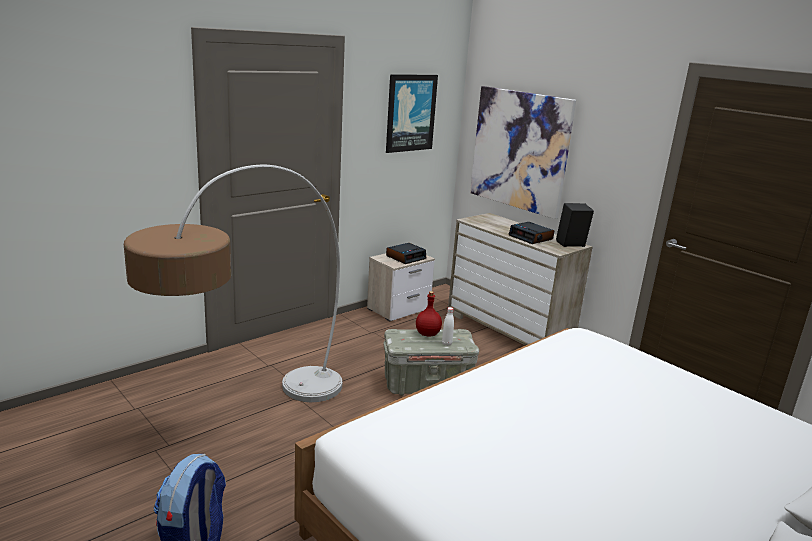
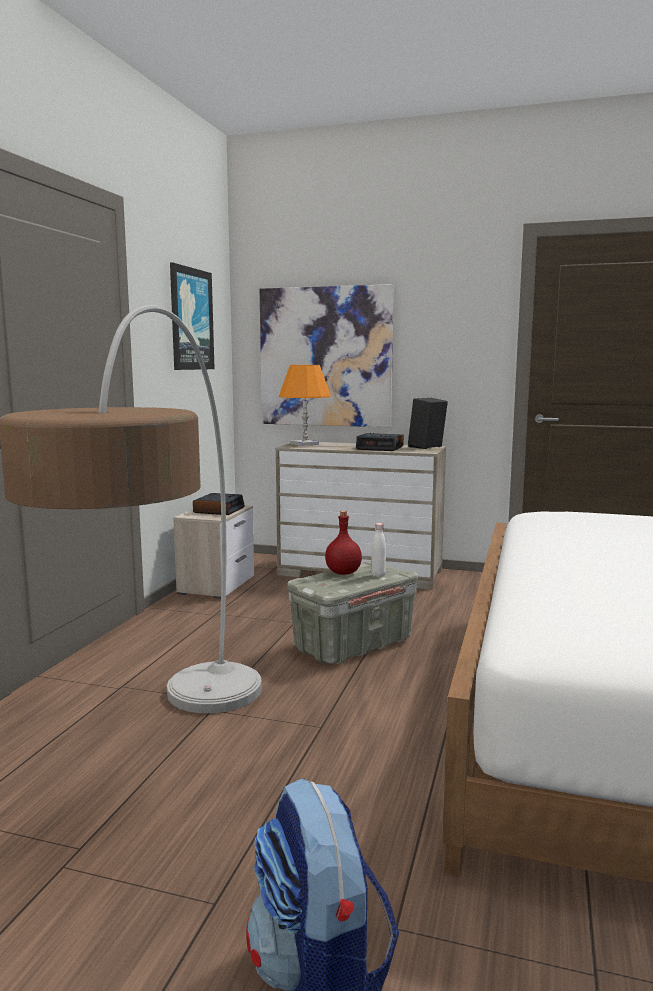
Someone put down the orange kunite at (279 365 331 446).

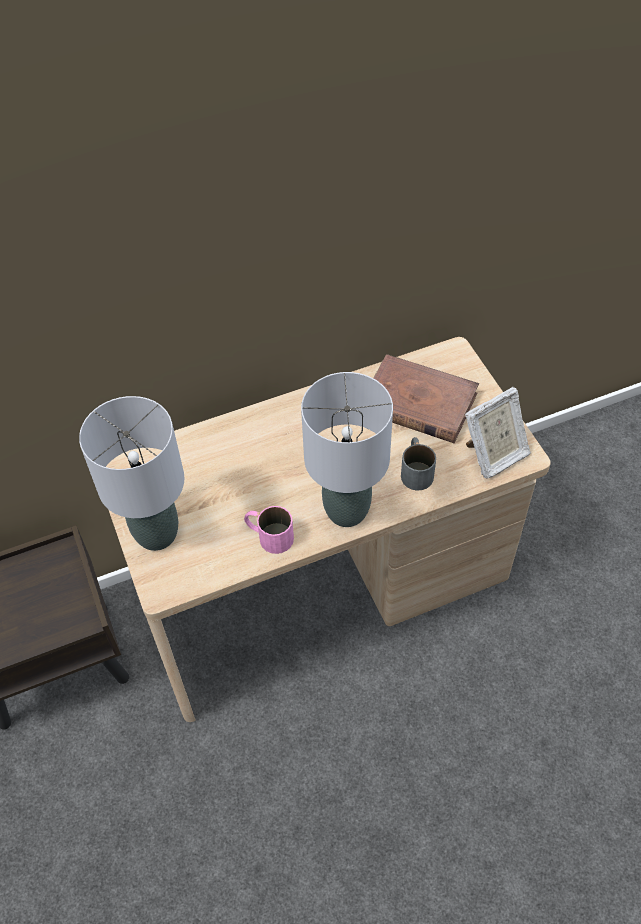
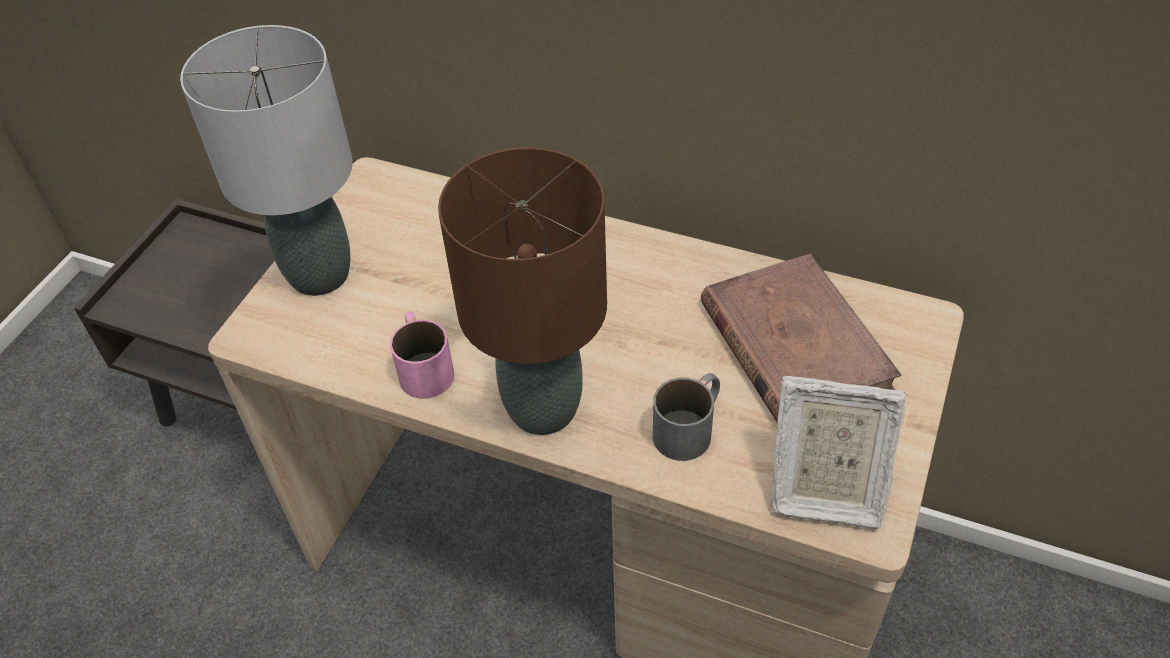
Someone repainted the grey kunite at (301 372 393 527), which became the brown kunite at (438 147 607 435).

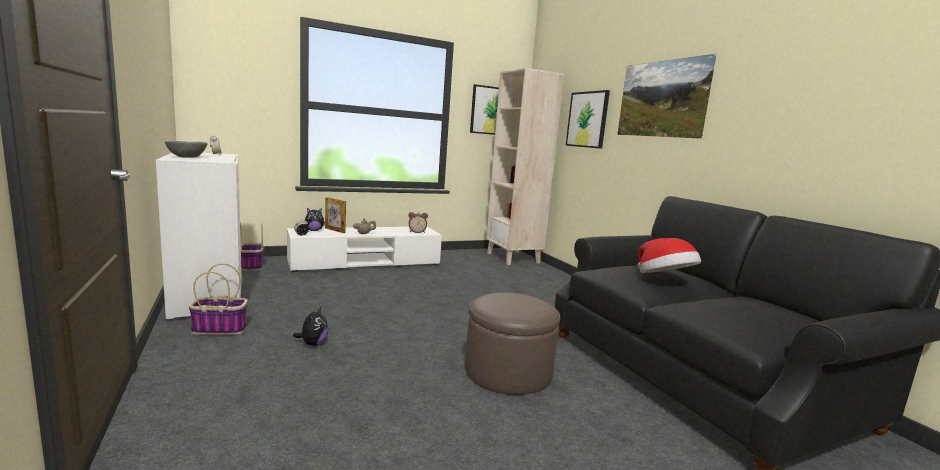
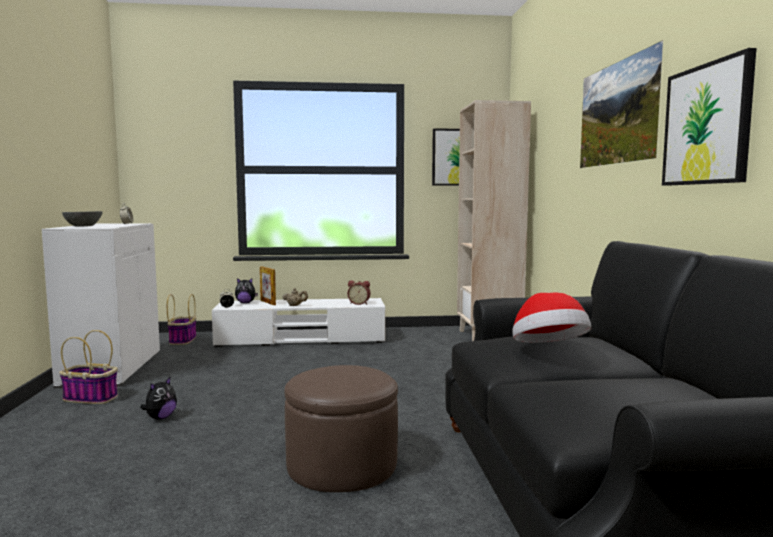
Someone carried the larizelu from (566 90 610 149) to (662 48 757 186).

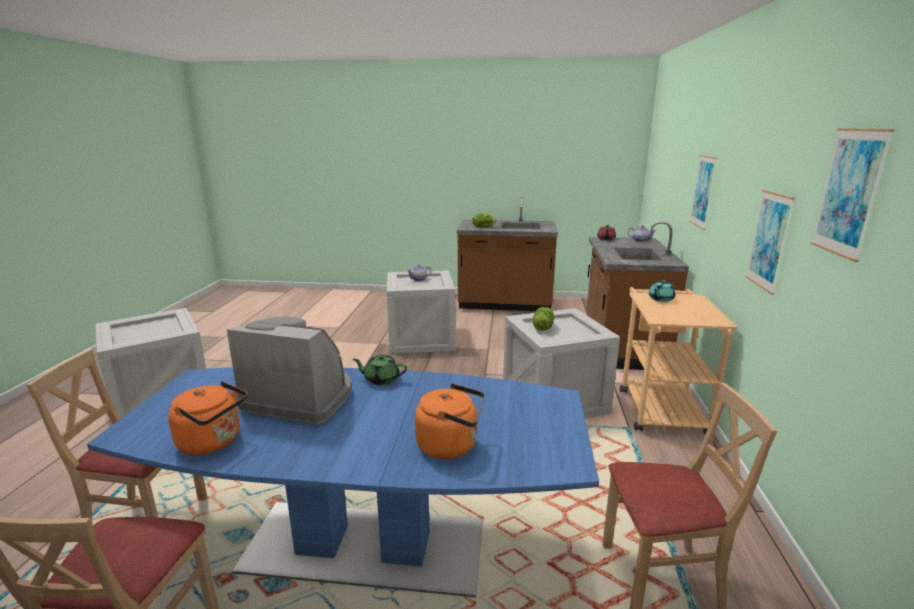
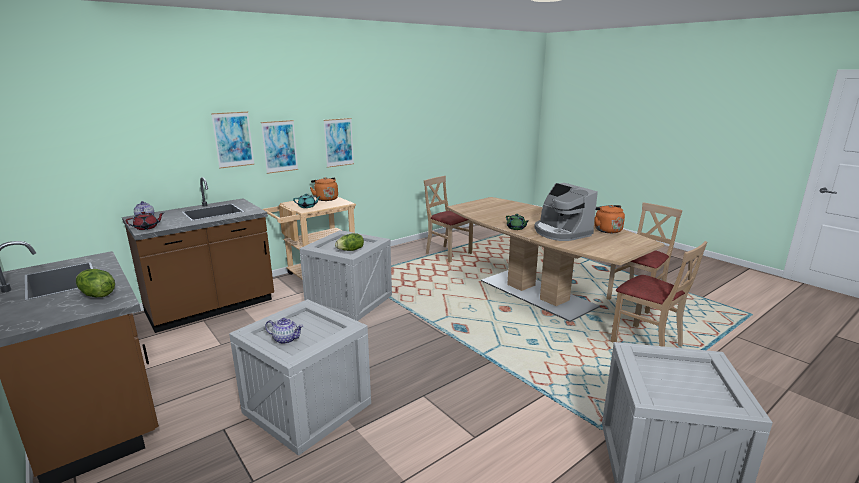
Someone repainted the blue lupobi at (87 367 599 597), which became the brown lupobi at (447 197 664 322). Someone carried the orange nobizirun from (415 383 485 459) to (310 177 338 201). Someone carried the larizelu from (810 128 894 262) to (261 120 298 174).

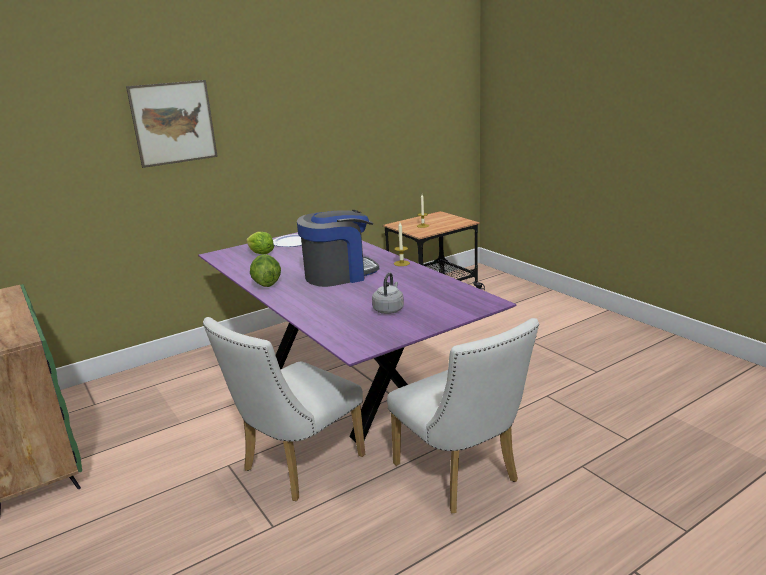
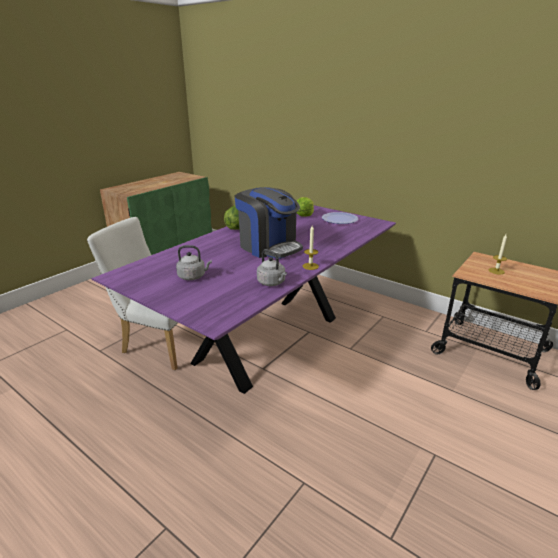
Someone took away the larizelu at (126 80 218 168). Someone took away the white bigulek at (387 318 539 513). Someone put down the grey nobizirun at (257 249 287 286).

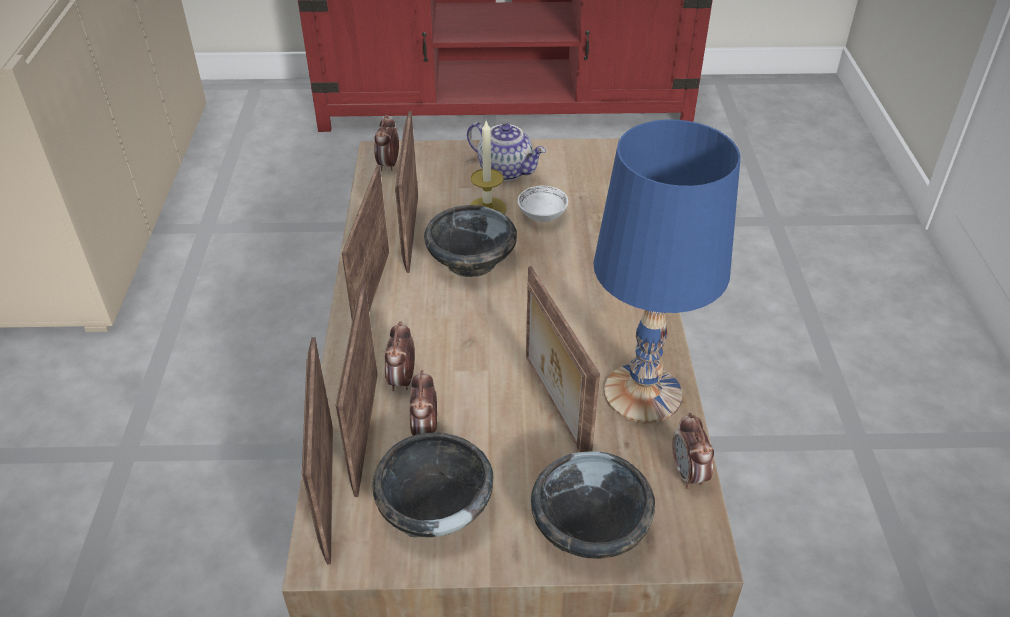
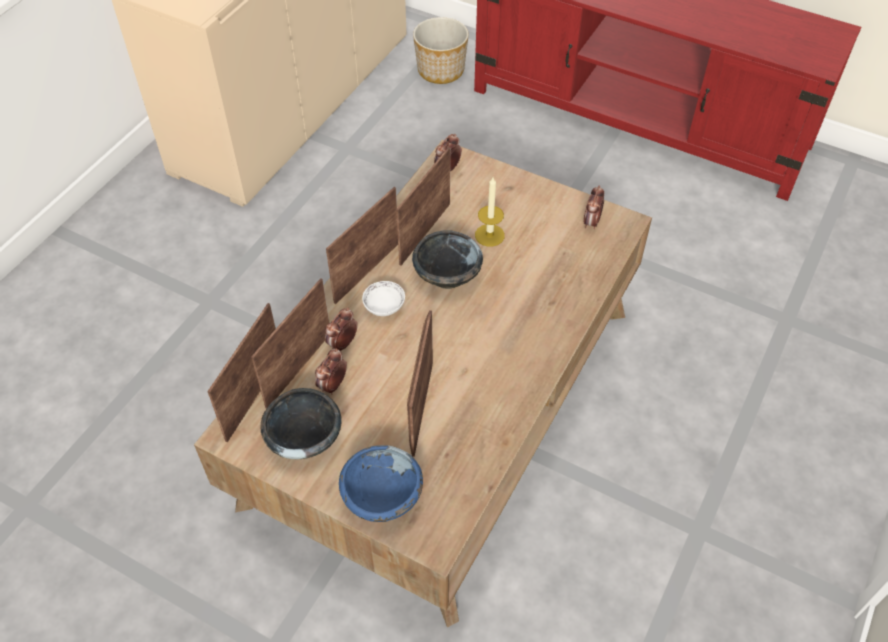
Someone took away the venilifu at (467 122 546 181). Someone carried the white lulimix from (518 186 568 222) to (362 281 405 316). Someone repainted the black lulimix at (531 451 655 559), which became the blue lulimix at (339 445 423 522). Someone took away the blue kunite at (593 120 741 423). Someone carried the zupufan from (672 413 714 489) to (583 185 604 229). Someone put down the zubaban at (413 17 469 84).

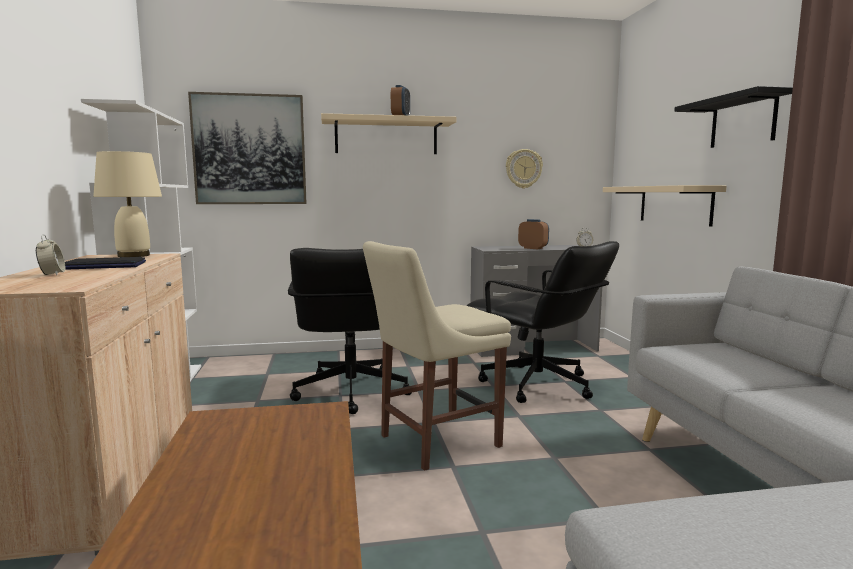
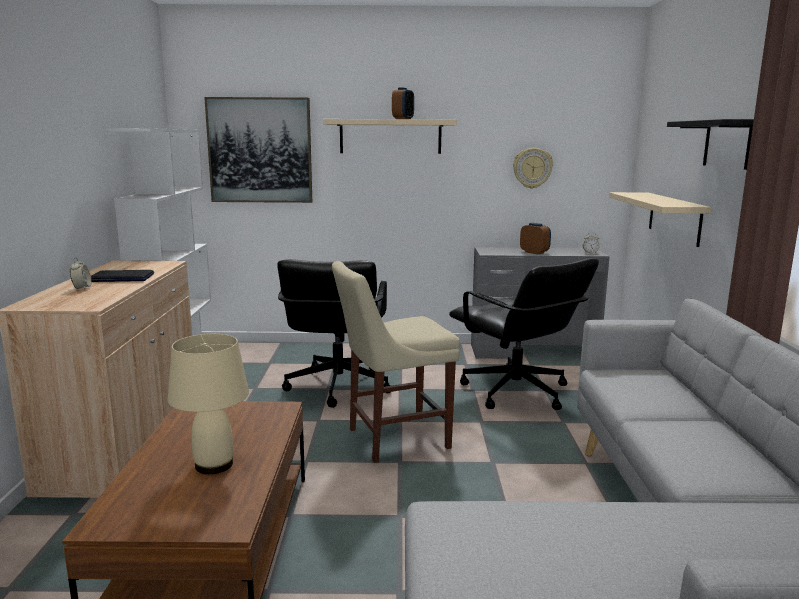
Someone carried the beige kunite from (93 151 162 257) to (168 334 249 474).

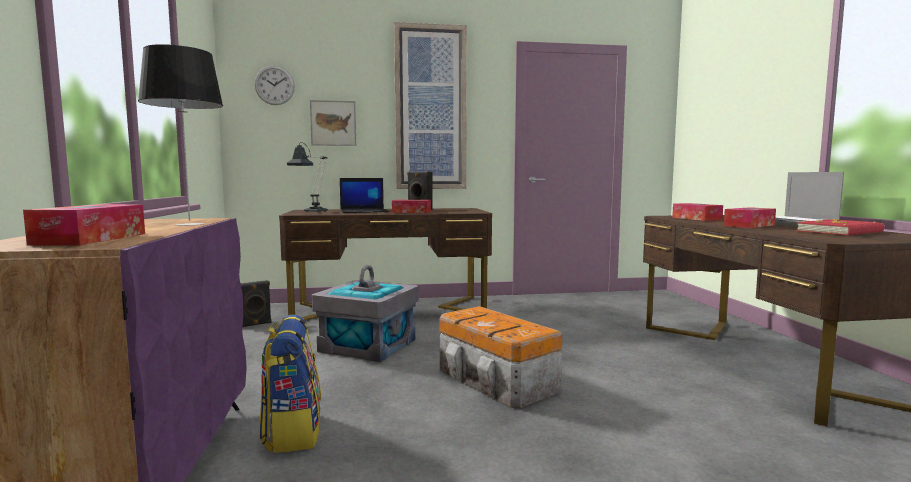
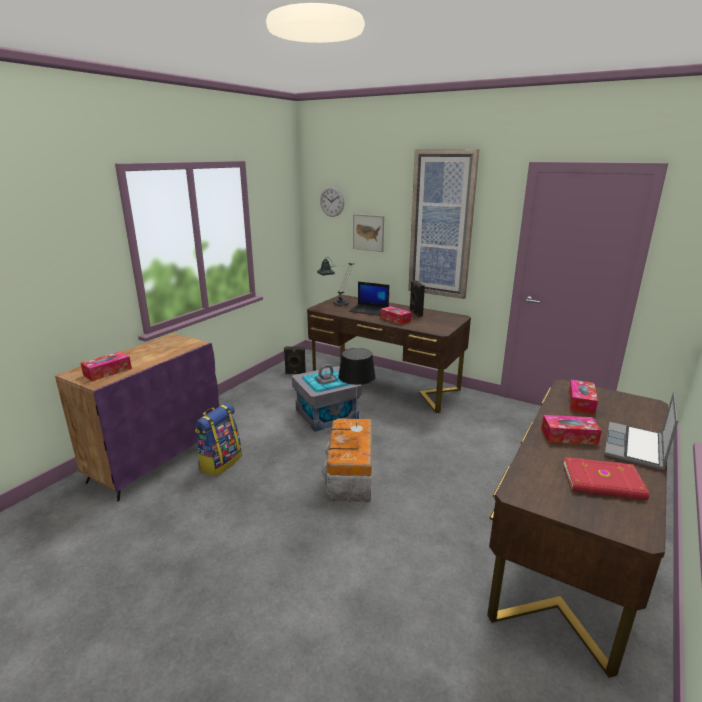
Someone carried the kunite from (138 44 223 226) to (338 348 376 432).

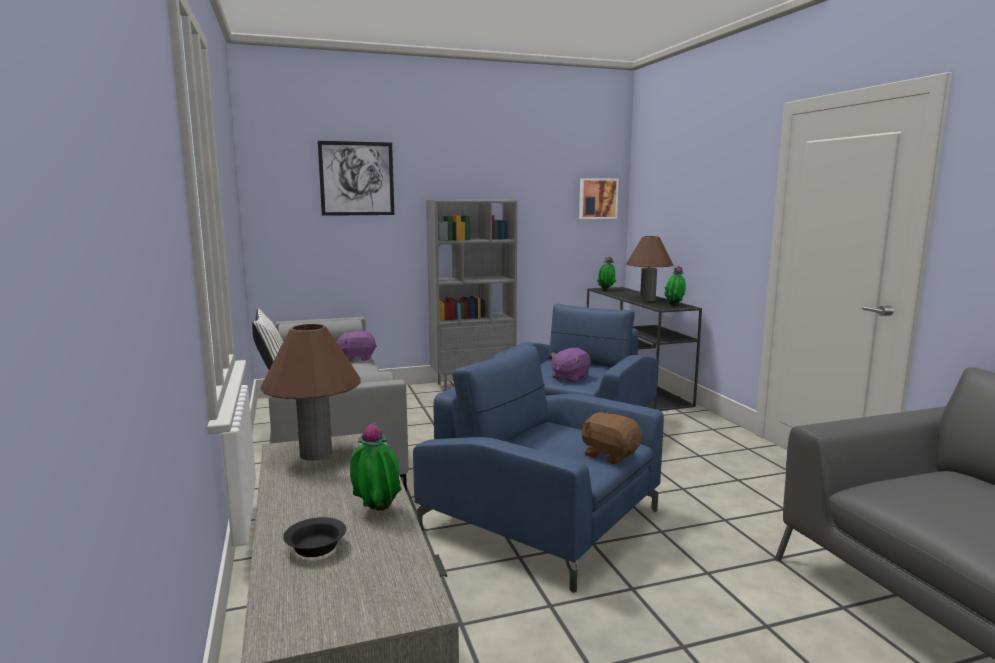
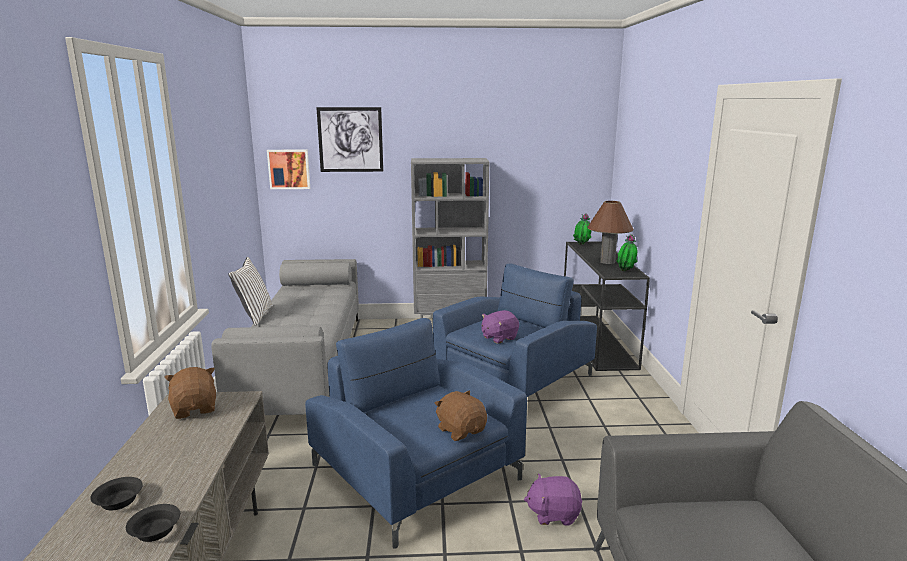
Someone swapped the brown kunite at (260 324 361 461) for the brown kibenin at (164 367 216 419). Someone carried the purple kibenin from (337 331 377 361) to (524 474 582 526). Someone took away the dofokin at (350 423 401 511). Someone carried the larizelu from (579 178 619 219) to (267 150 310 189). Someone put down the black lulimix at (126 504 180 542).

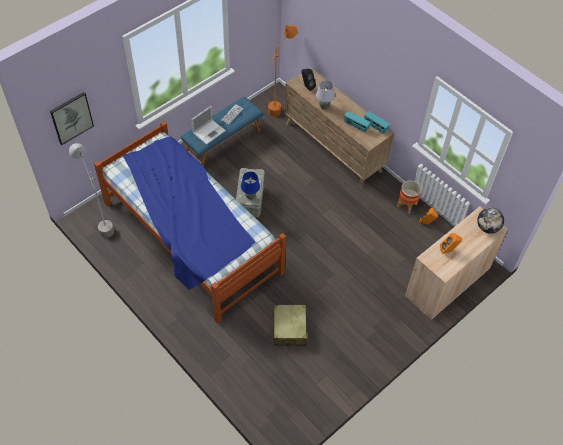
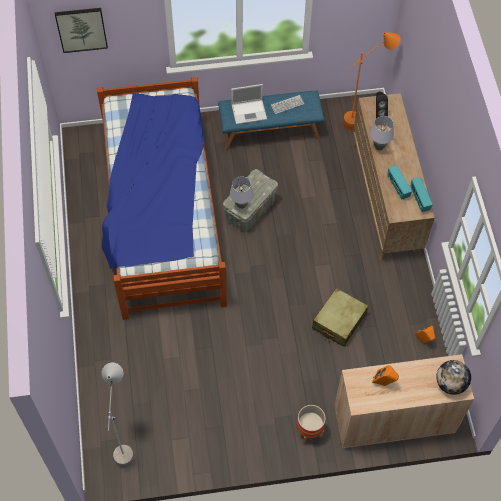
Someone carried the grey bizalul from (69 143 114 238) to (102 363 134 468). Someone repainted the blue kunite at (241 172 260 200), which became the grey kunite at (230 176 253 209). Someone carried the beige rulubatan from (272 305 307 346) to (312 288 368 347). Someone carried the zubaban from (397 181 422 214) to (296 405 326 444).

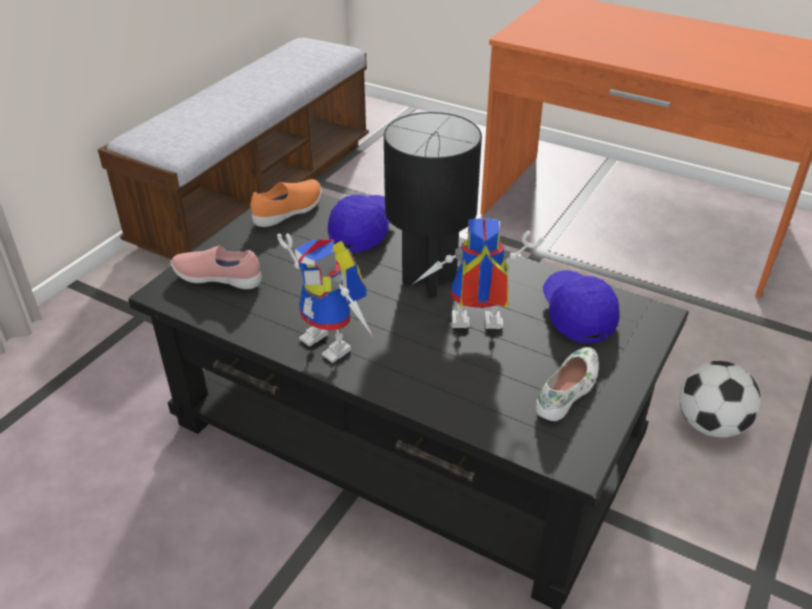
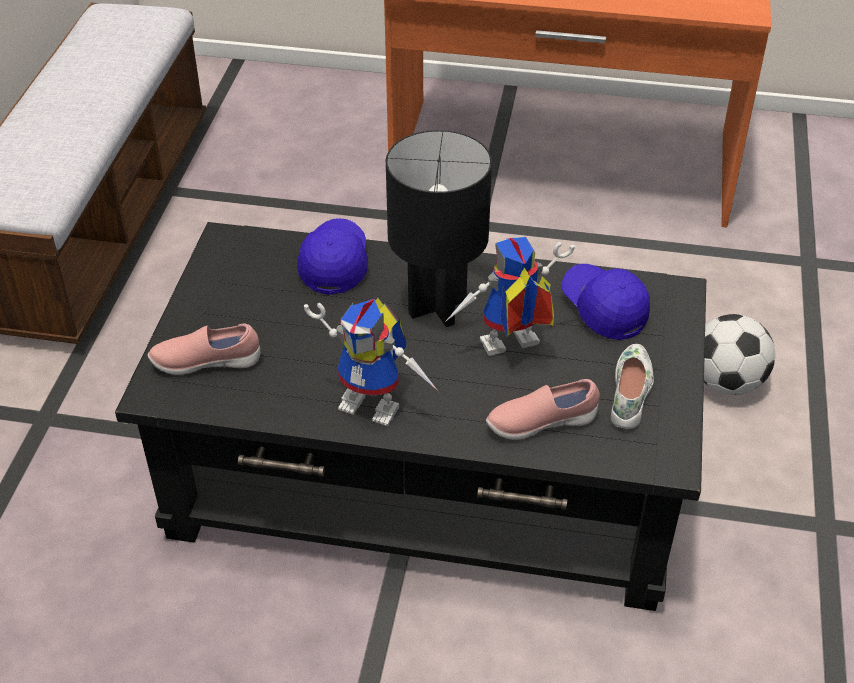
Someone took away the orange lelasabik at (250 179 322 227). Someone put down the pink lelasabik at (486 379 600 440).

